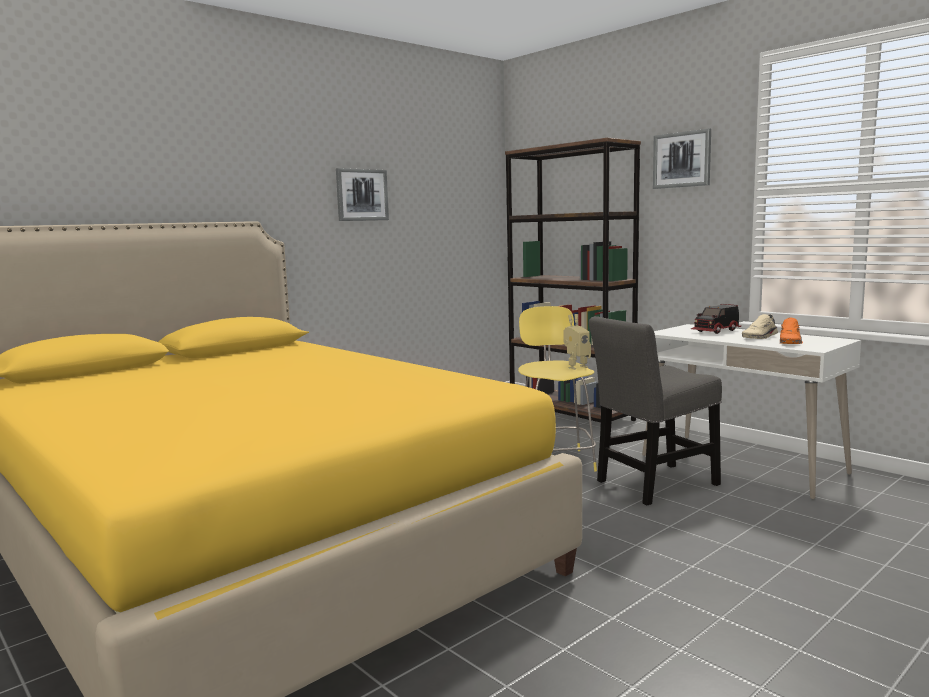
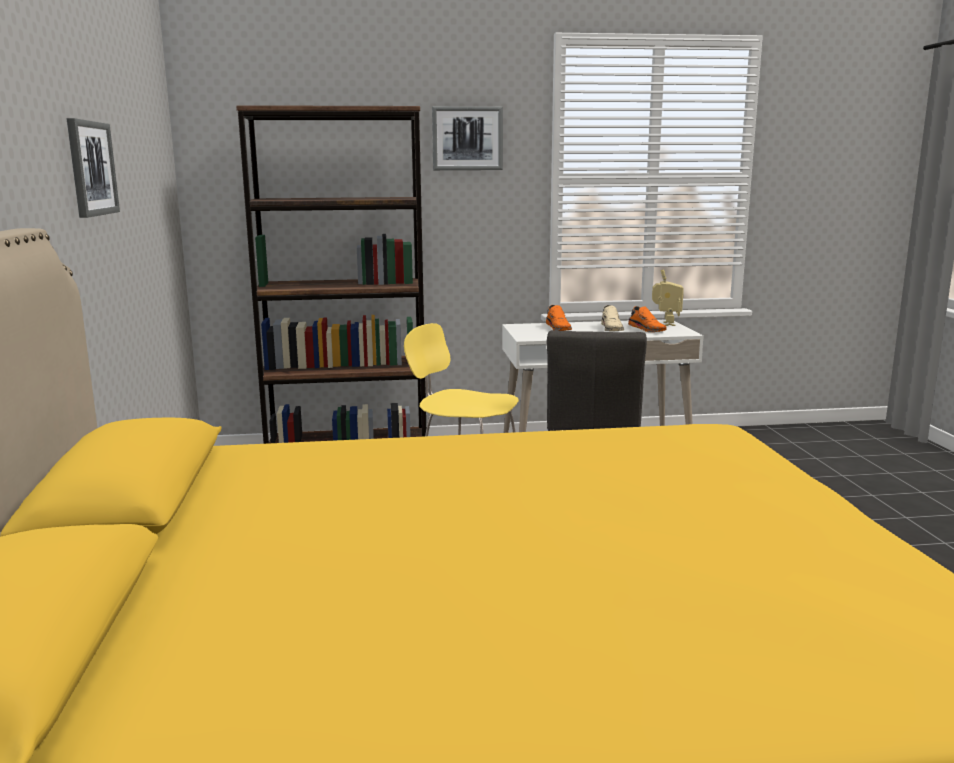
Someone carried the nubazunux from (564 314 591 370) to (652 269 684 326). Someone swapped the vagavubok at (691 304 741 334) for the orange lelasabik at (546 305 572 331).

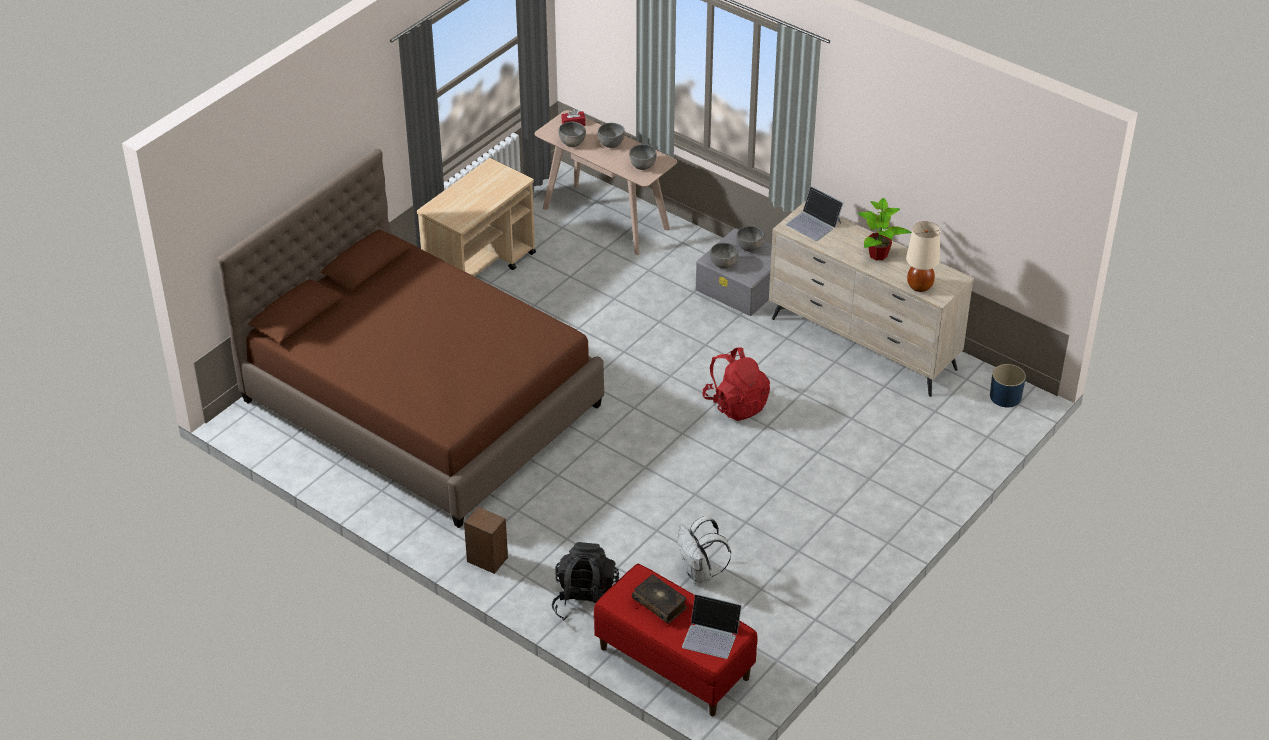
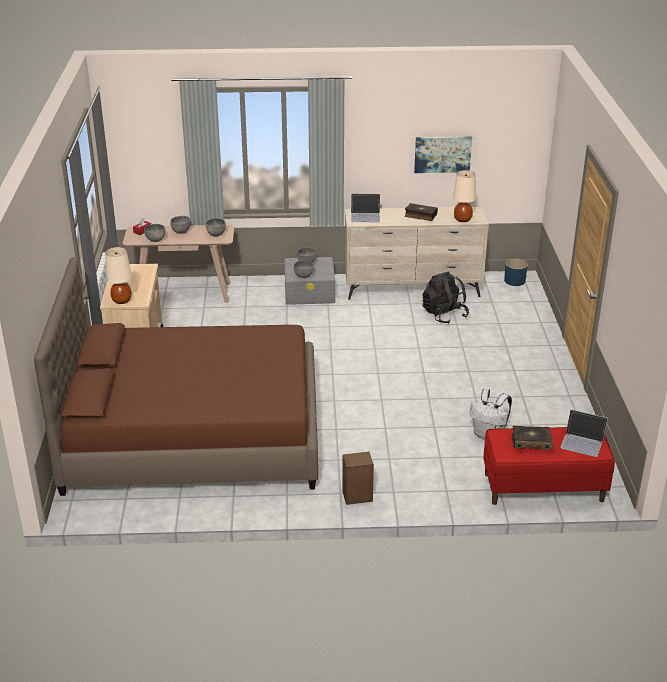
Someone carried the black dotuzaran from (552 542 619 621) to (422 272 469 324). Someone rotated the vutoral at (682 594 742 659) by 45 degrees clockwise. Someone took away the red dotuzaran at (702 347 770 421). Someone swapped the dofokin at (858 198 912 260) for the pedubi at (405 203 438 221). Someone put down the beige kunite at (105 247 132 304). Someone put up the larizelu at (414 136 472 173).

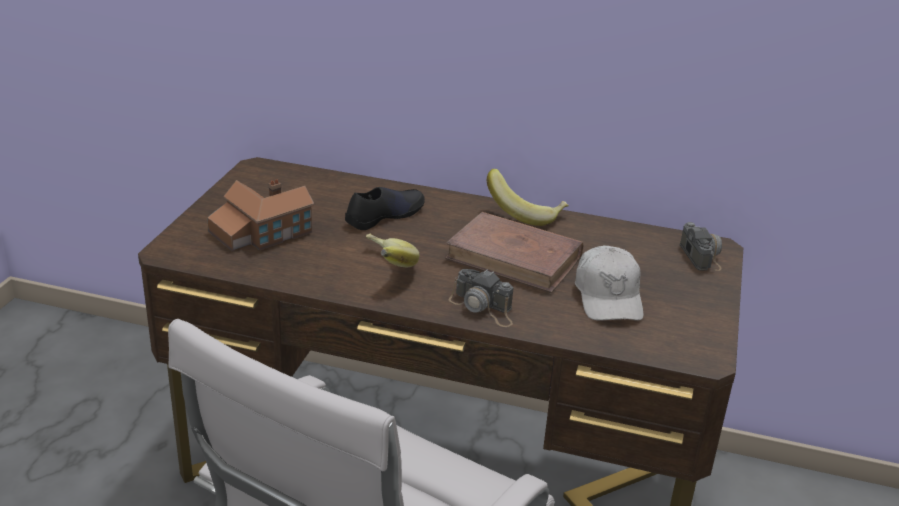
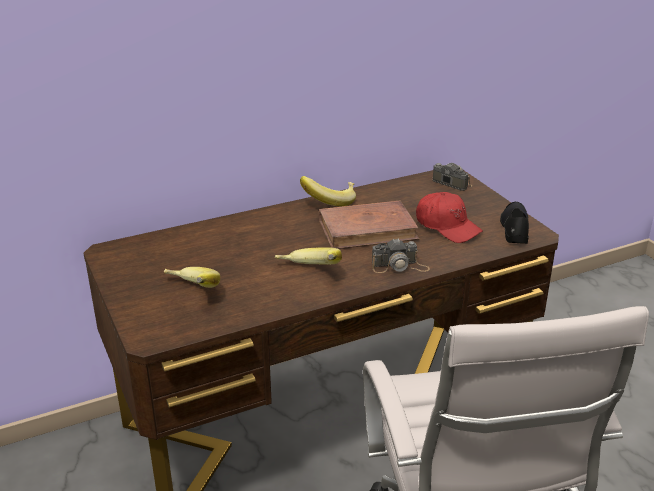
Someone swapped the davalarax at (207 180 314 252) for the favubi at (164 267 220 288). Someone carried the black lelasabik from (345 187 425 230) to (500 202 529 244). Someone repainted the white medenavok at (575 246 644 321), which became the red medenavok at (416 192 483 243).

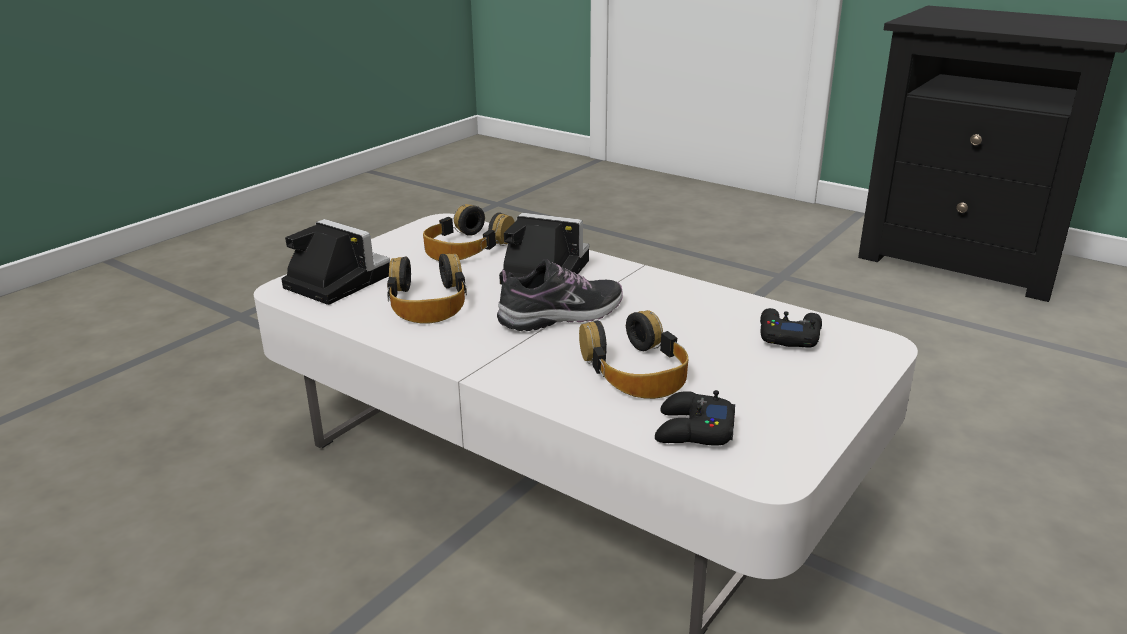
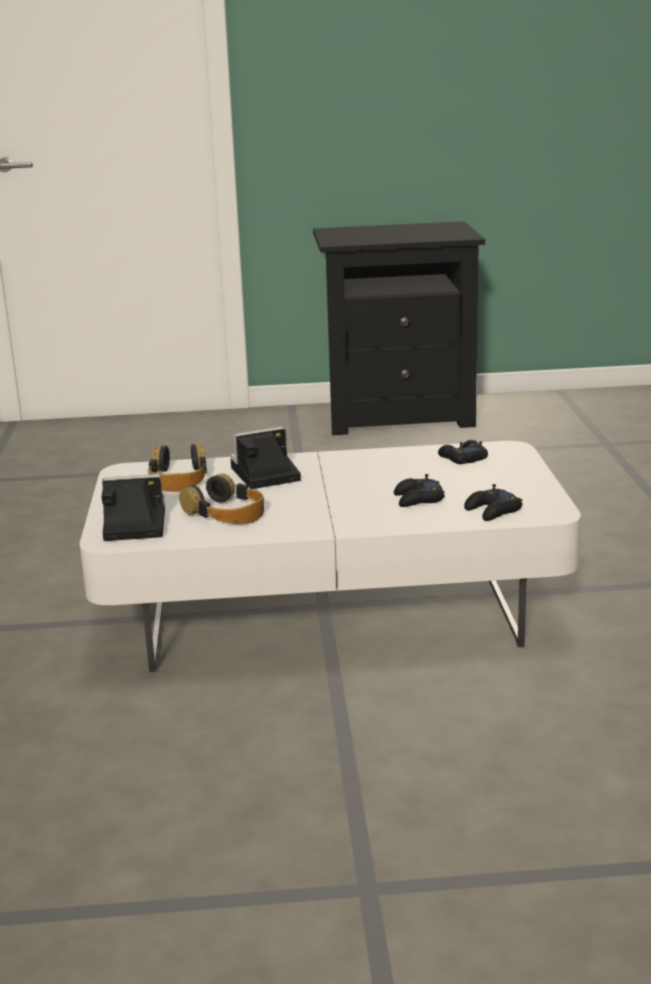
Someone took away the lelasabik at (497 259 623 331). Someone swapped the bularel at (579 310 688 399) for the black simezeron at (394 474 445 507).

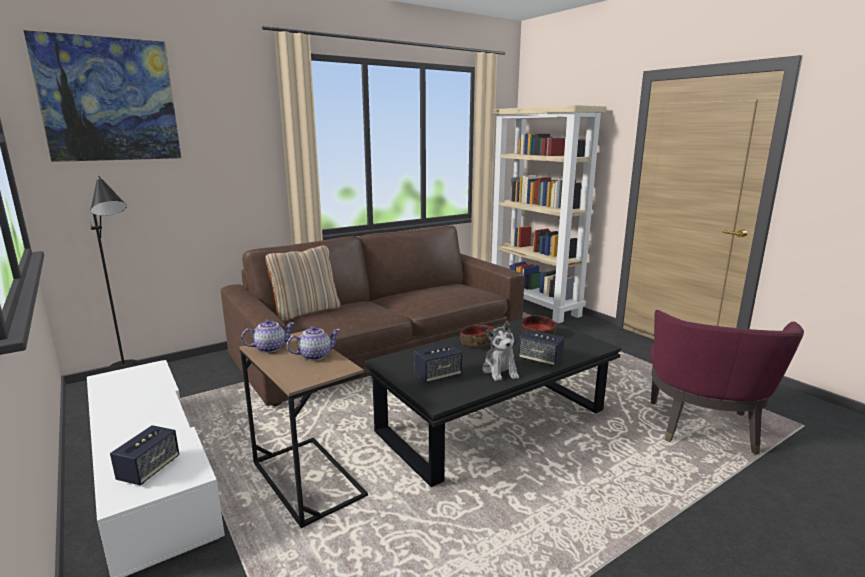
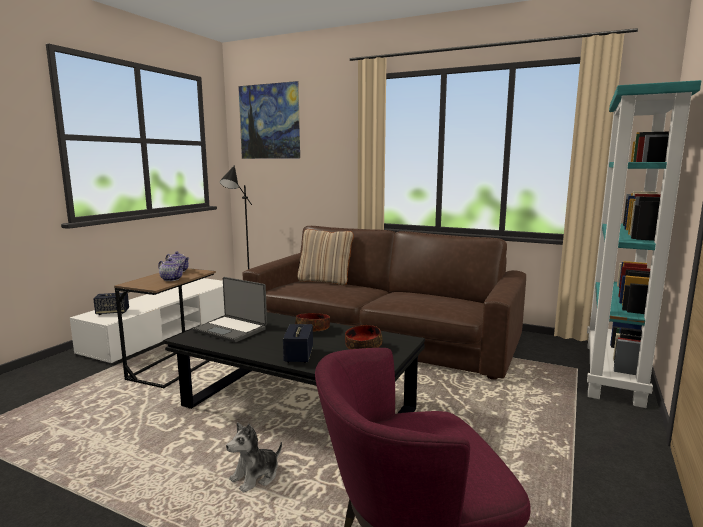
Someone swapped the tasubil at (414 343 462 383) for the vutoral at (193 277 267 343). Someone carried the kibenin from (482 321 519 381) to (226 422 282 493). Someone repainted the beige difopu at (491 105 606 323), which became the turquoise difopu at (587 80 701 408).

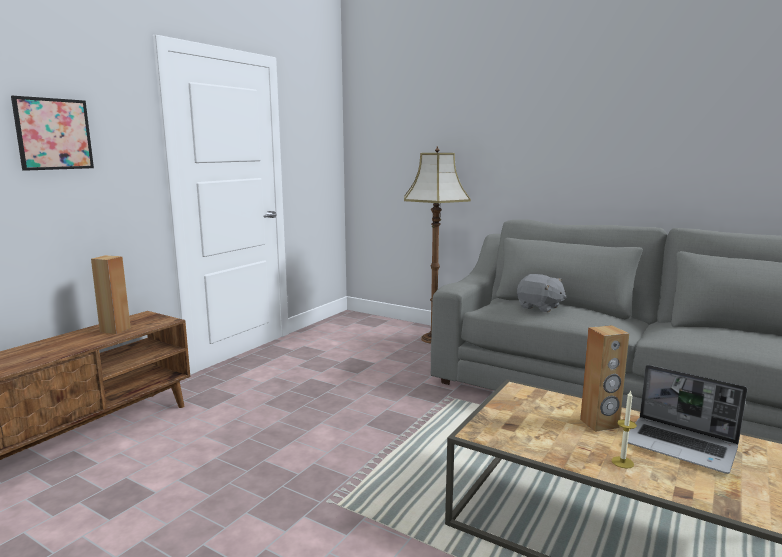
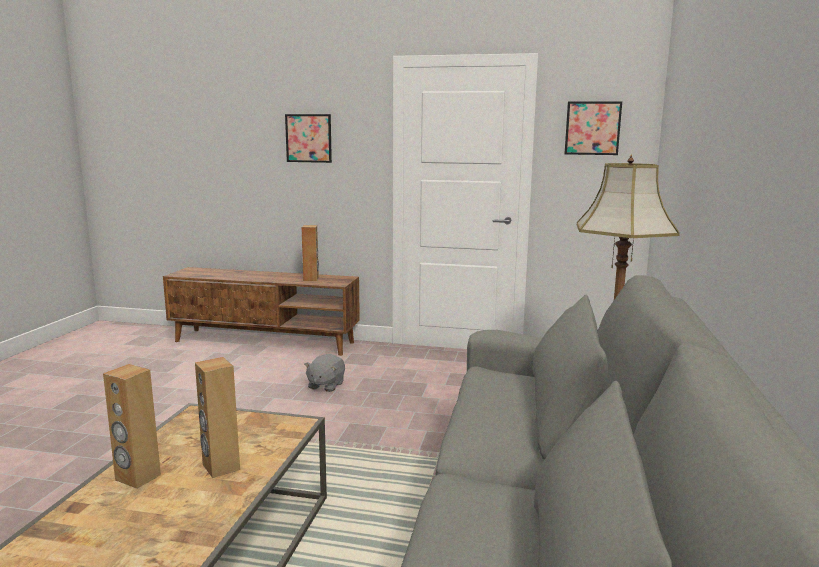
Someone carried the grey kibenin from (517 274 567 312) to (304 354 345 392). Someone swapped the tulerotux at (612 390 637 469) for the brown tasubil at (103 364 161 489). Someone took away the vutoral at (628 365 747 474). Someone put up the larizelu at (565 101 622 155).

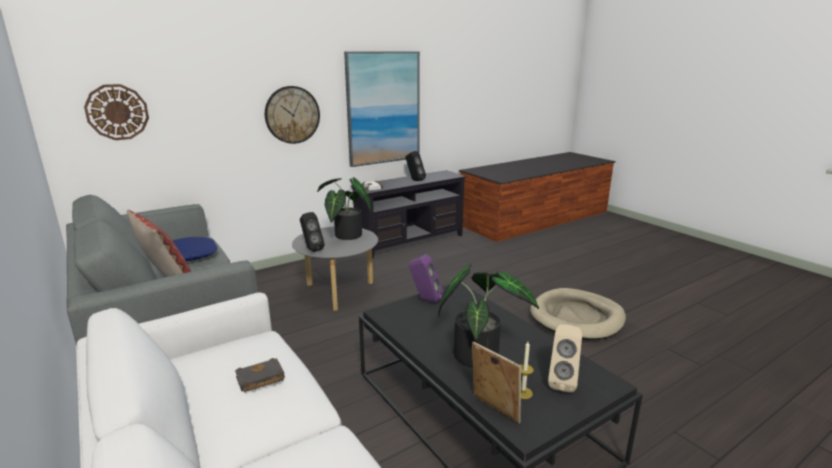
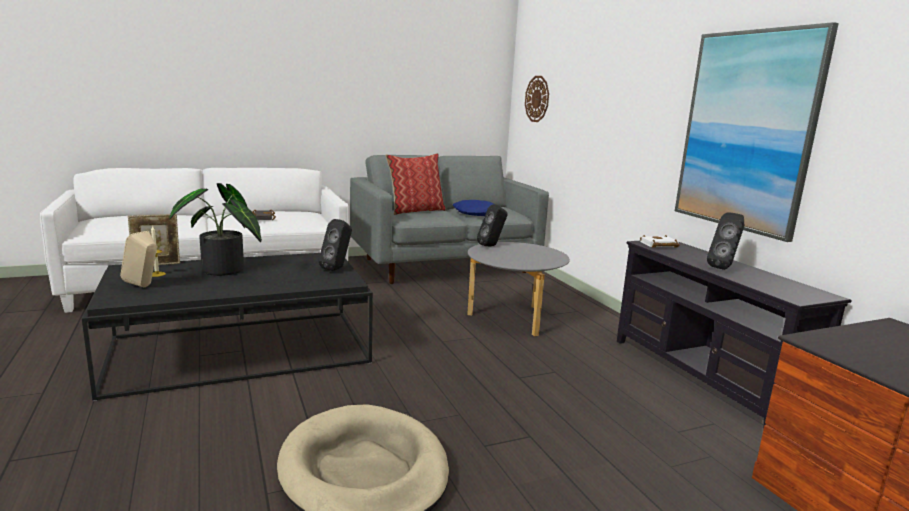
Someone took away the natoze at (265 86 320 144). Someone took away the dofokin at (317 177 371 240). Someone repainted the purple tasubil at (409 254 443 303), which became the black tasubil at (319 219 352 271).

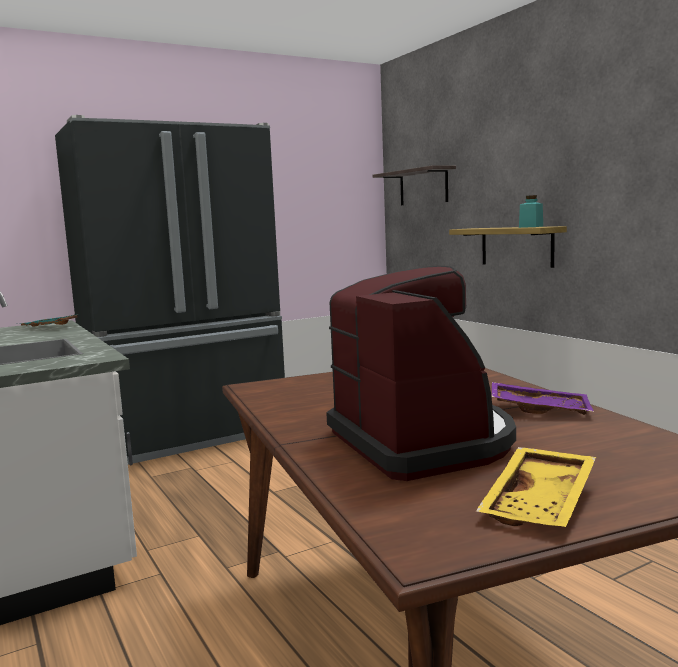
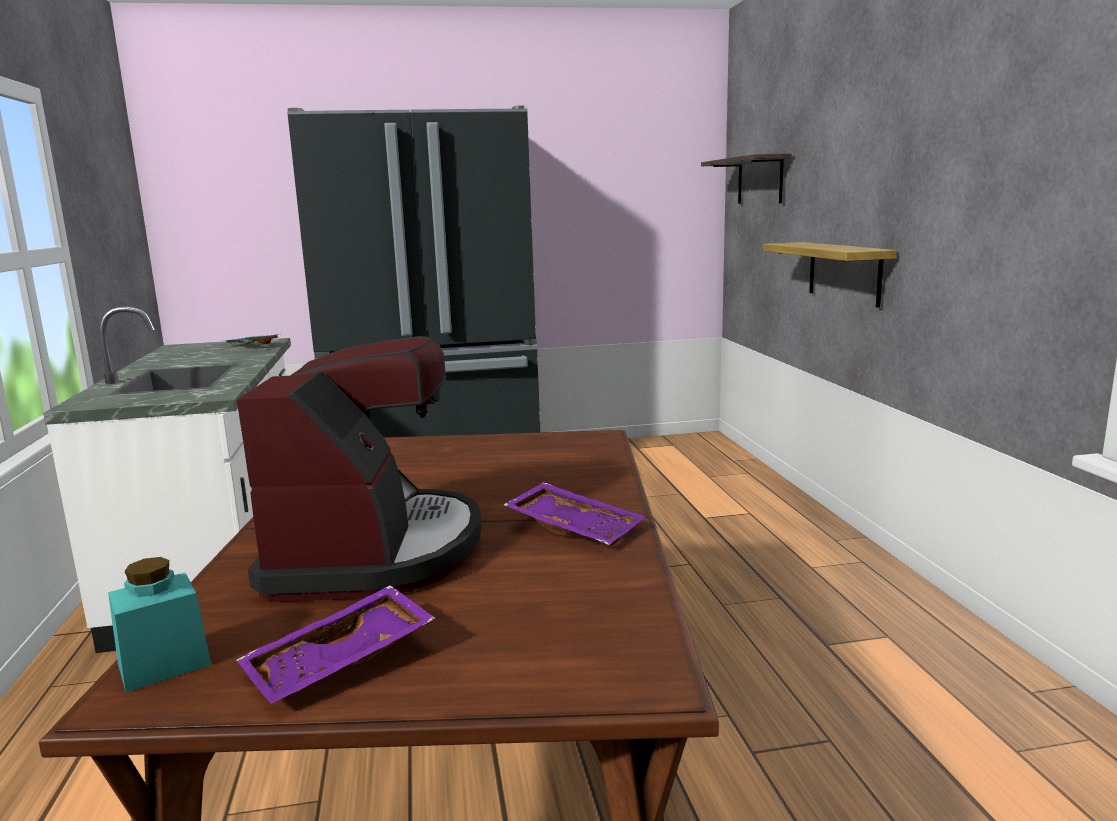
Someone repainted the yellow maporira at (476 447 596 527), which became the purple maporira at (236 585 436 704). Someone carried the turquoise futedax from (519 195 543 228) to (108 557 211 692).

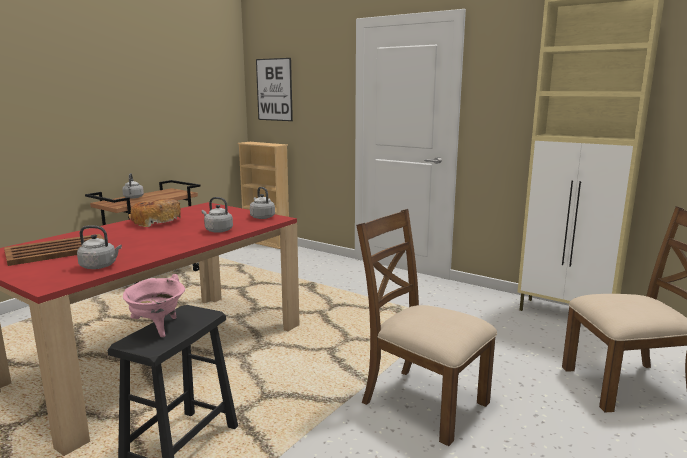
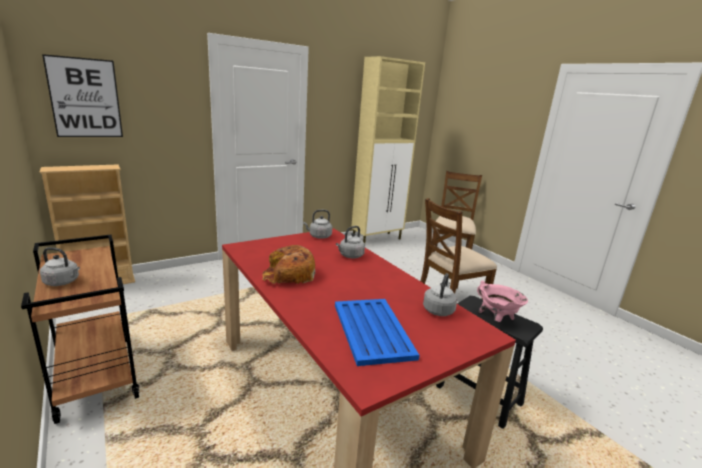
Someone repainted the brown maporira at (4 234 105 266), which became the blue maporira at (335 299 419 366).

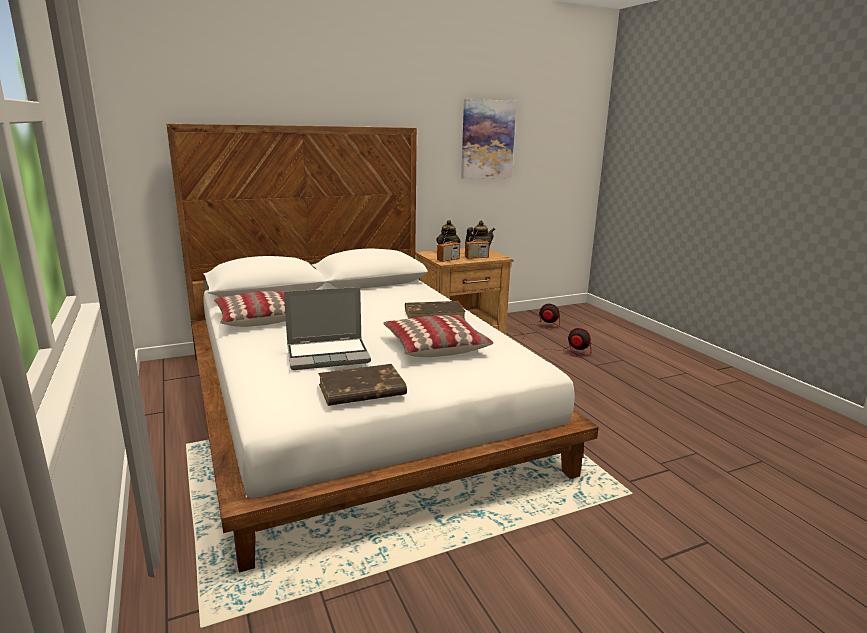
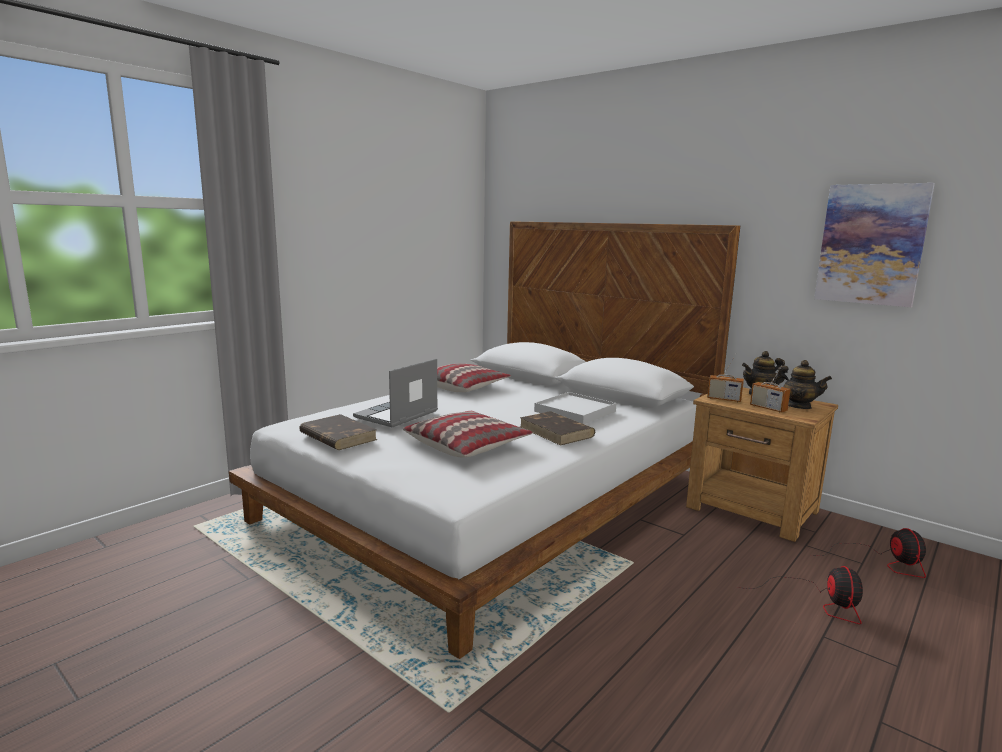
Someone rotated the vutoral at (284 287 371 370) by 75 degrees clockwise. Someone put down the white maporira at (534 392 616 424).

